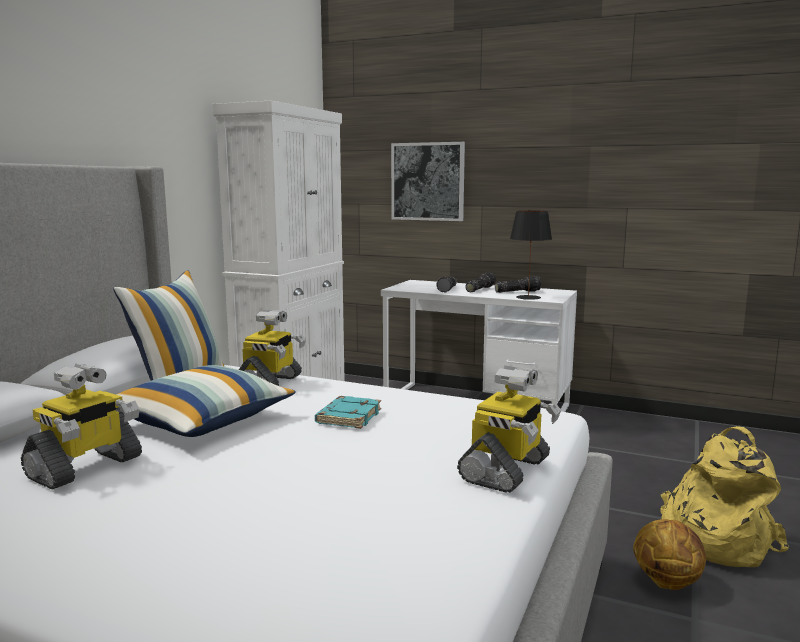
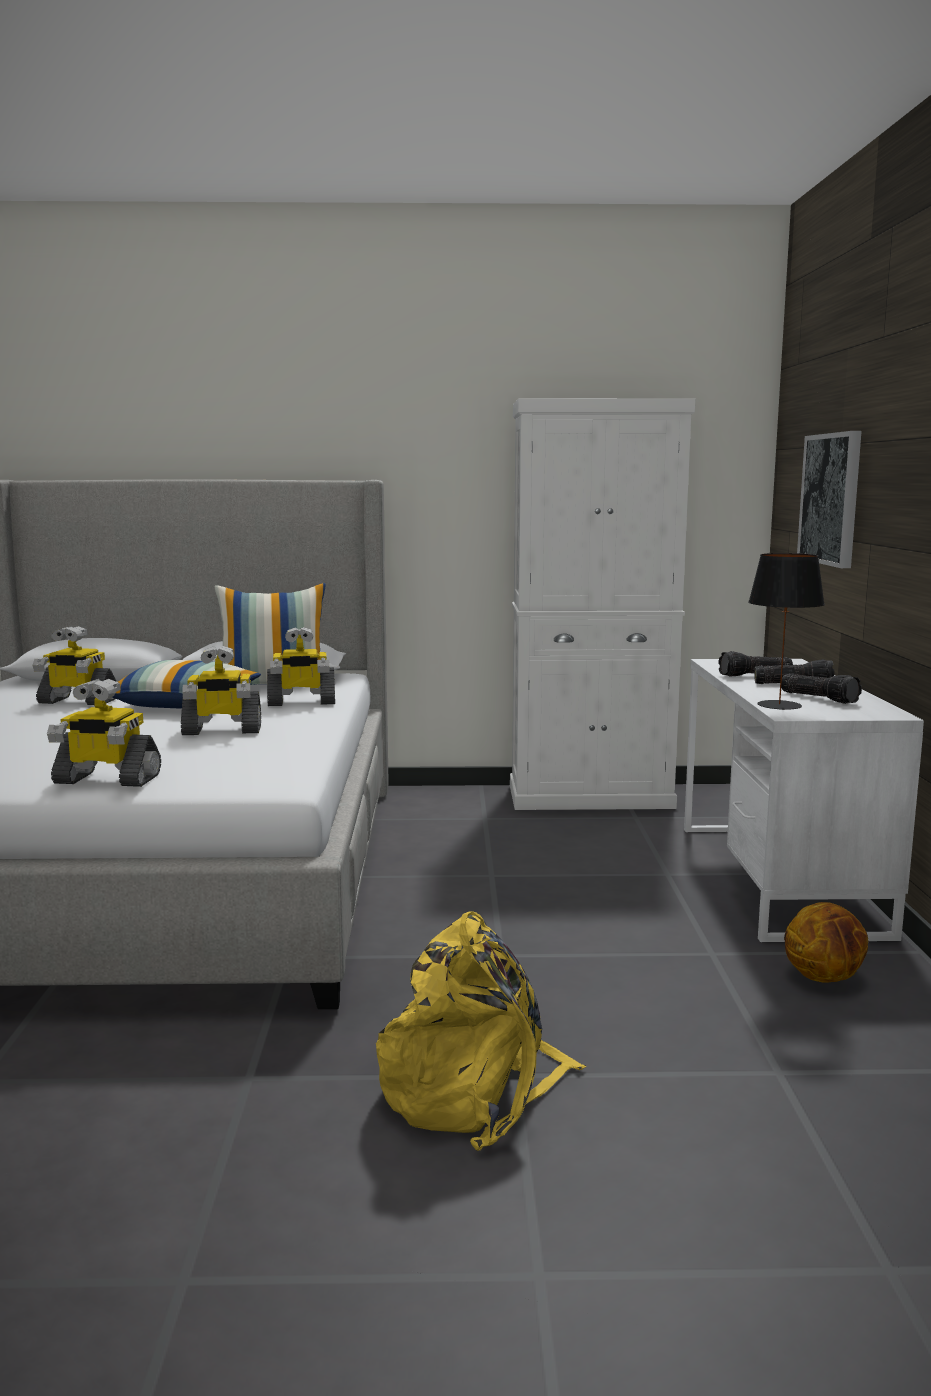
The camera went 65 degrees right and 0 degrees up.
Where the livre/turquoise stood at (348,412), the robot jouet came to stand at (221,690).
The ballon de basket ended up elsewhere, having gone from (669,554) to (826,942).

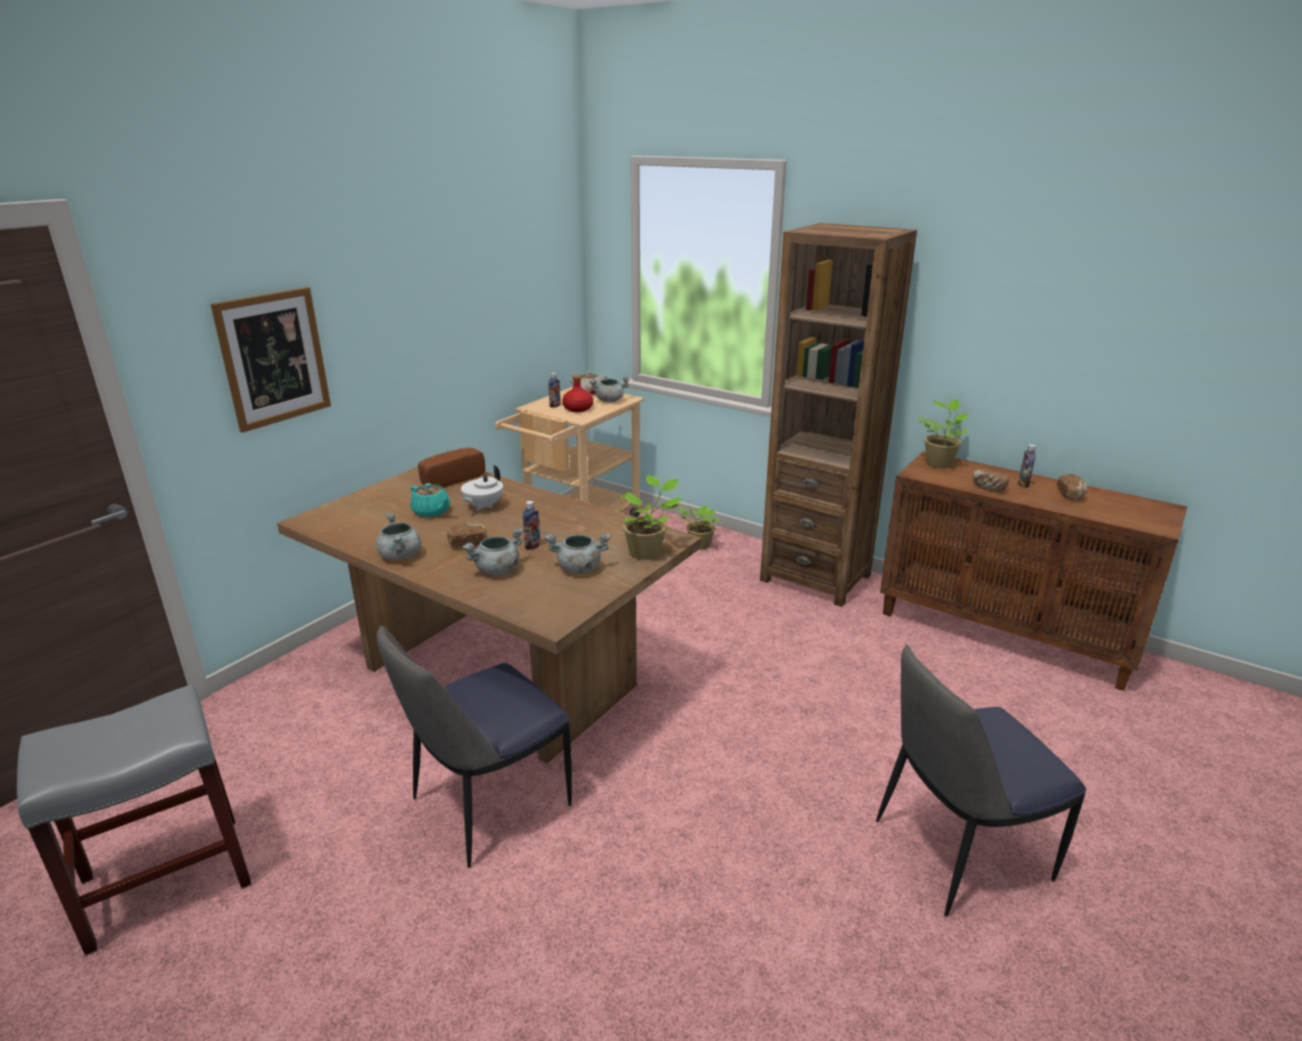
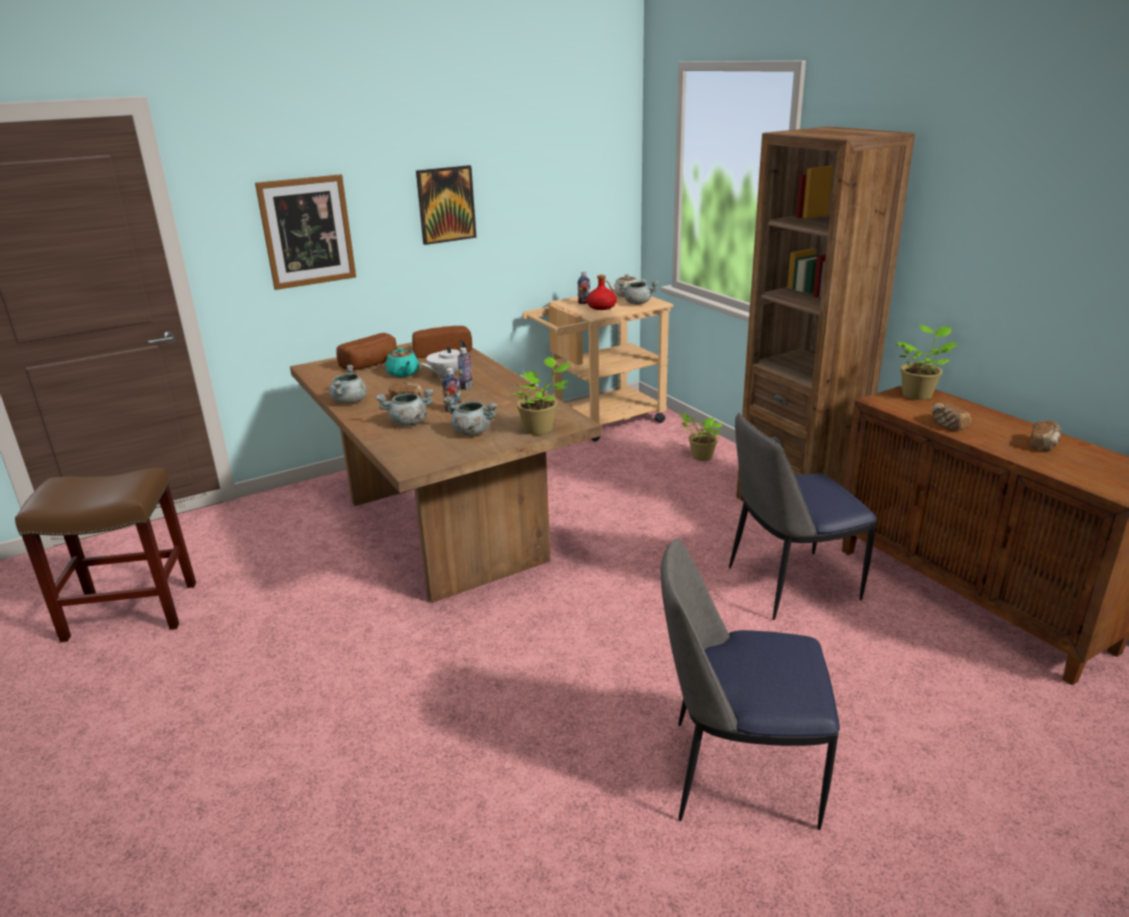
The camera went 25 degrees right and 0 degrees up.
What was the tabouret/gris at (134,820) turned into the tabouret/marron at (105,555).
The chaise ended up elsewhere, having gone from (474,746) to (803,516).
The bouteille ended up elsewhere, having gone from (1027,466) to (465,369).
The second view gained the pain at (366,351).
The second view gained the tableau at (446,205).

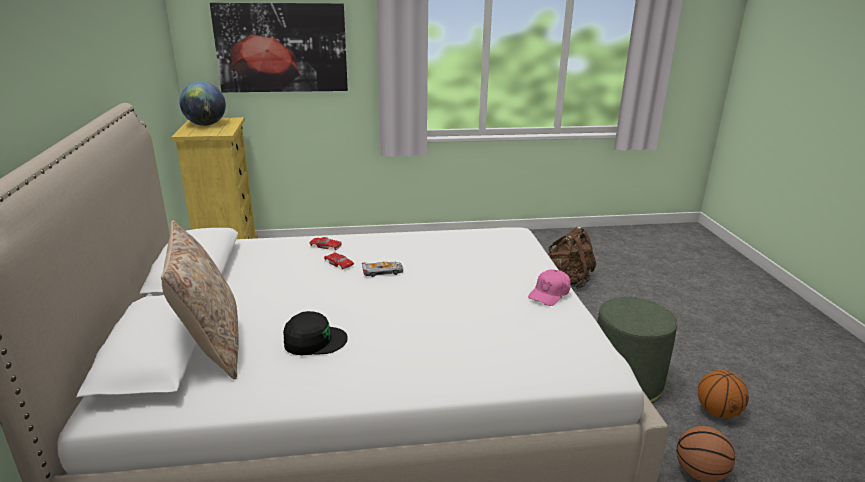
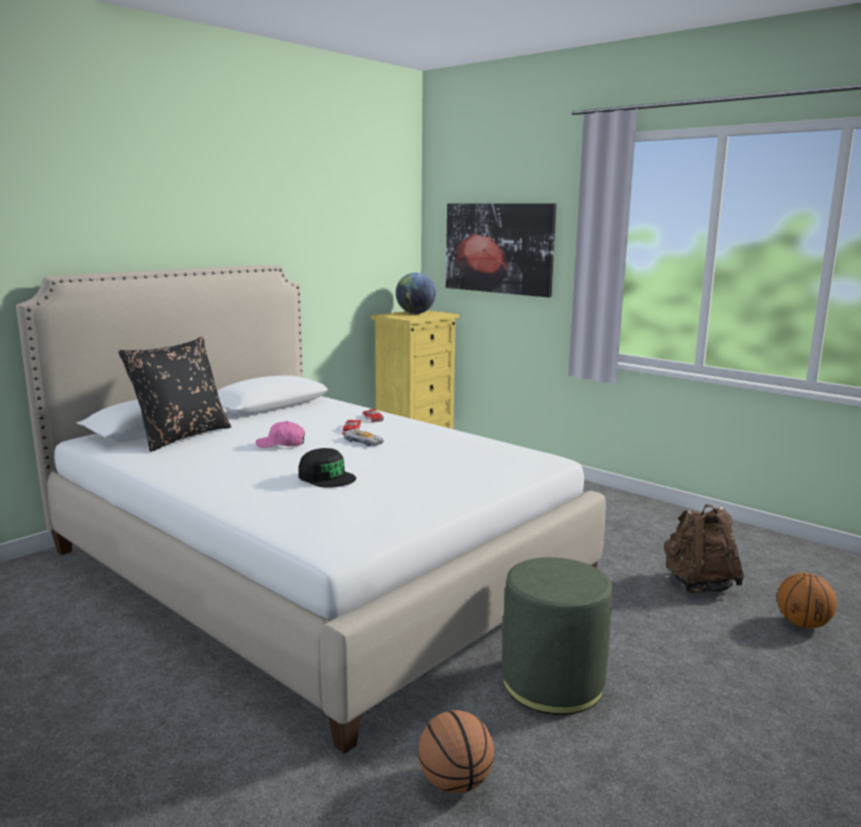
The camera went 50 degrees right and 10 degrees down.
What was the coussin/beige at (200,300) turned into the coussin/noir at (174,394).
The casquette/noir ended up elsewhere, having gone from (315,333) to (327,468).
The casquette/rose ended up elsewhere, having gone from (549,287) to (280,434).
The ballon de basket ended up elsewhere, having gone from (723,394) to (807,600).

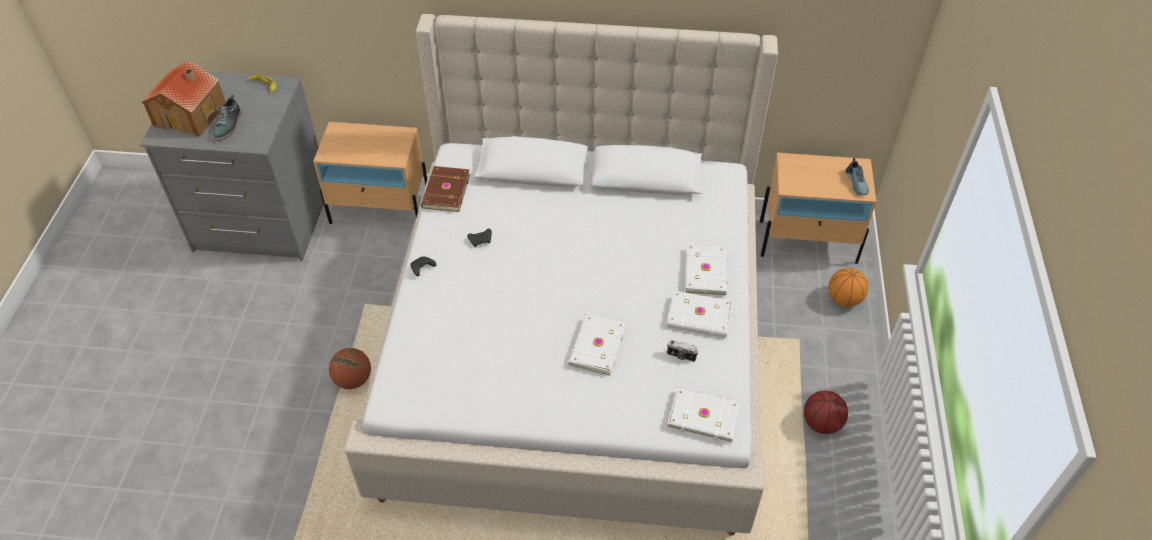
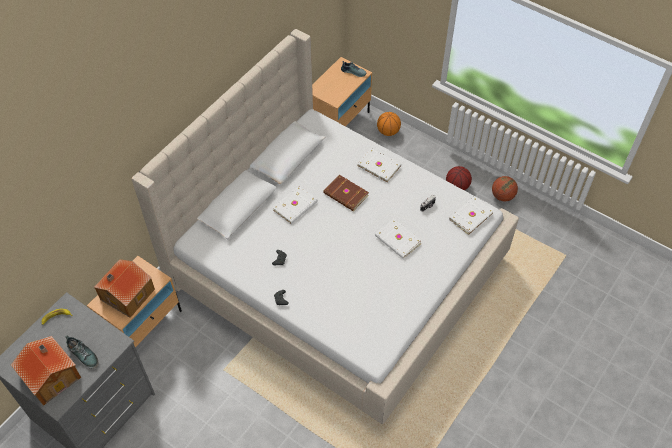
The camera went 60 degrees left and 5 degrees up.
The ballon de basket ended up elsewhere, having gone from (350,368) to (505,189).
The livre/marron ended up elsewhere, having gone from (445,189) to (346,193).
The livre/blanc ended up elsewhere, having gone from (699,314) to (295,205).
The second view gained the maison miniature at (124,288).

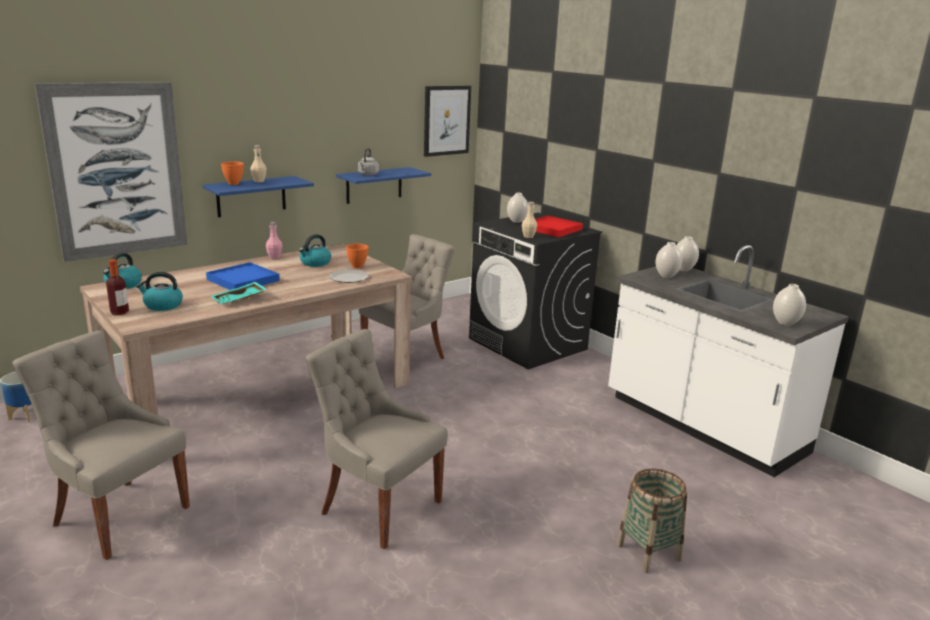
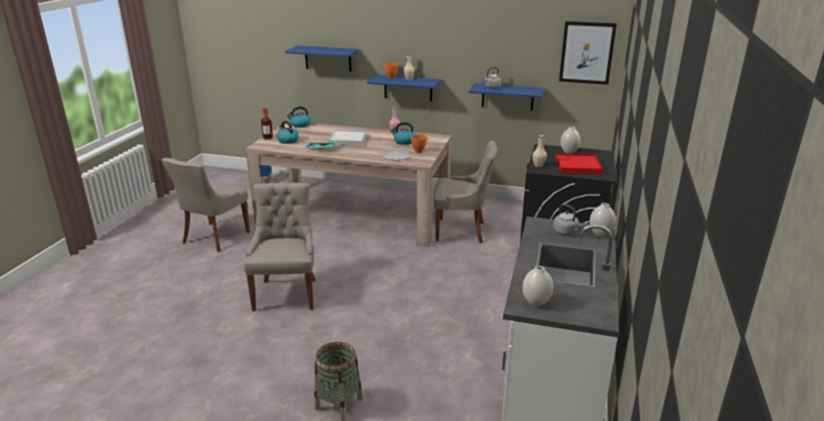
The camera went 55 degrees right and 5 degrees up.
The chaise/gris at (101,445) ended up facing another way, 150 degrees counterclockwise from before.
Where the tableau hung at (111,172), the étagère/bleu came to hang at (322,58).
What was the plateau/bleu at (243,276) turned into the plateau/blanc at (347,137).
Where the vase/blanc stood at (669,260), the bouilloire/gris came to stand at (568,219).

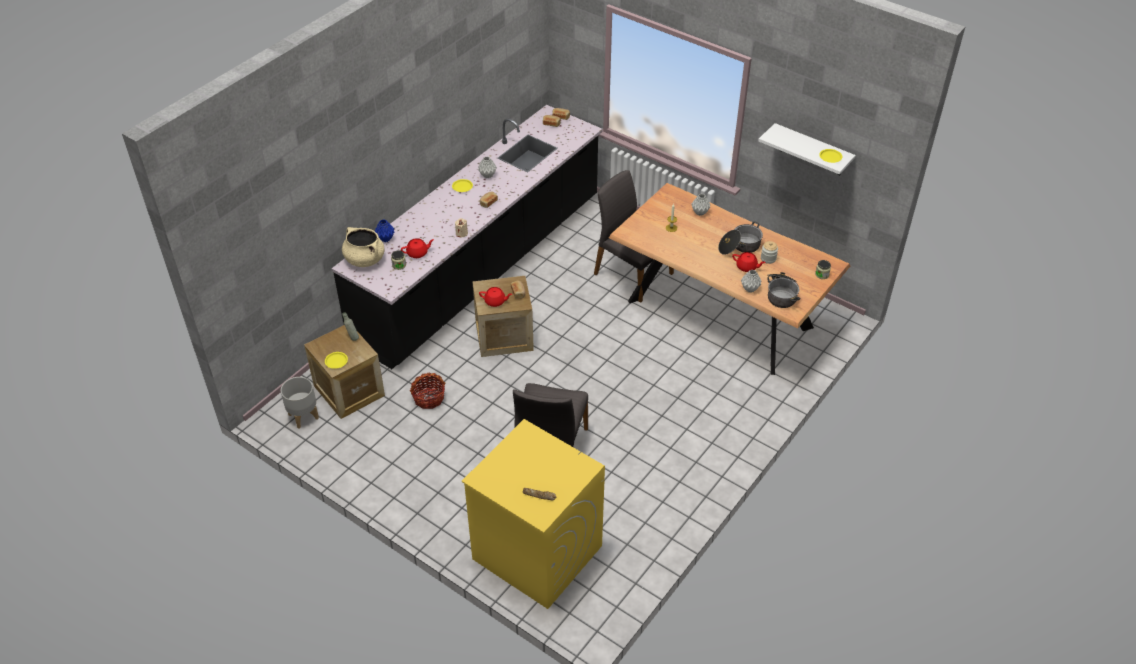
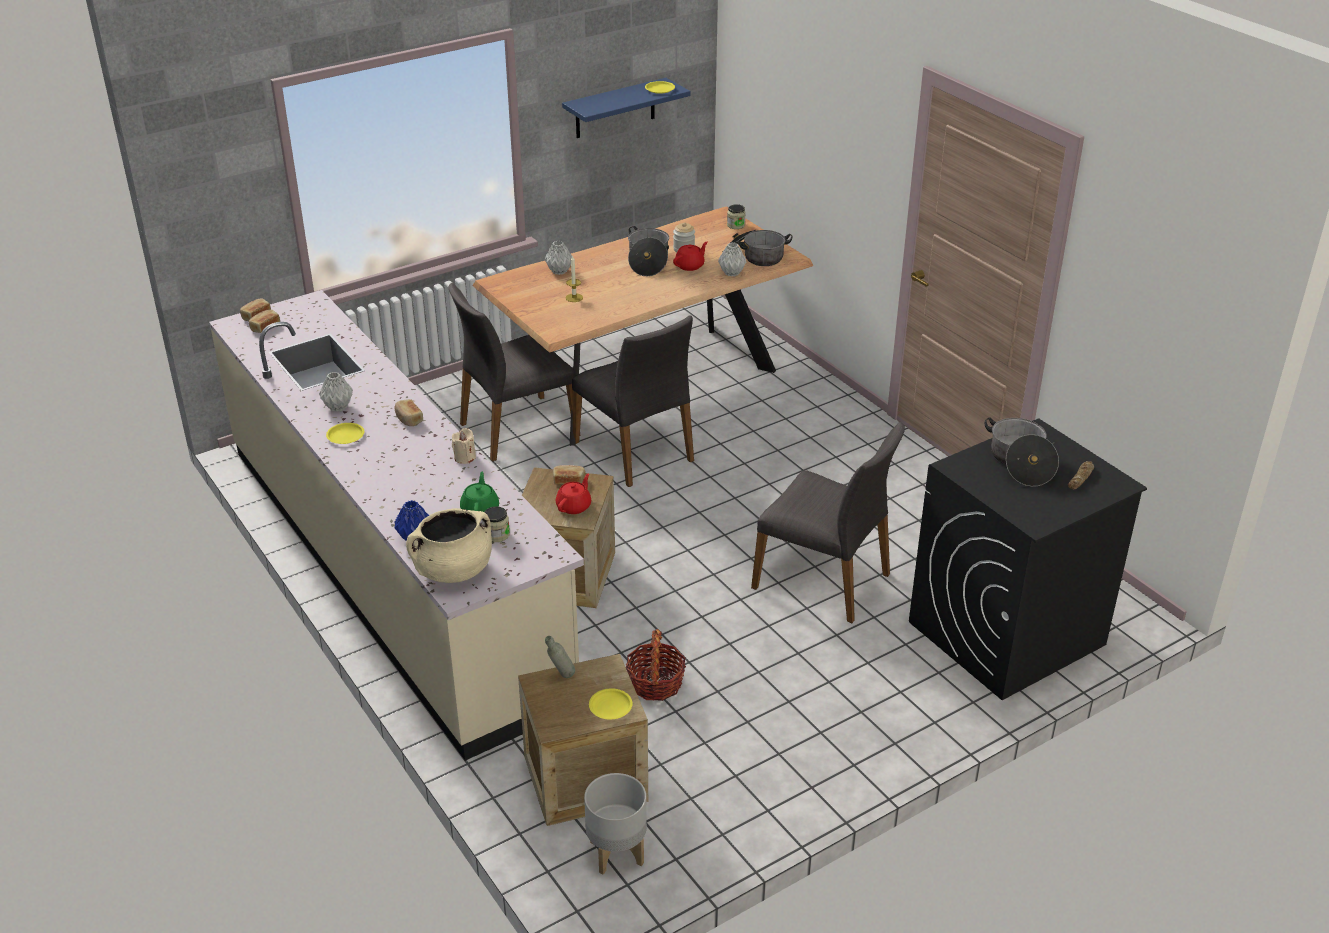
The camera went 70 degrees left and 10 degrees down.
What was the comptoir de cuisine/noir at (467,237) turned into the comptoir de cuisine/beige at (396,525).
What was the théière/rouge at (417,248) turned into the théière/vert at (479,492).
What was the lave-linge/jaune at (533,514) turned into the lave-linge/noir at (1028,559).
What was the étagère/blanc at (807,149) turned into the étagère/bleu at (626,108).
The second view gained the chaise/gris at (633,401).
The second view gained the marmite at (1022,452).

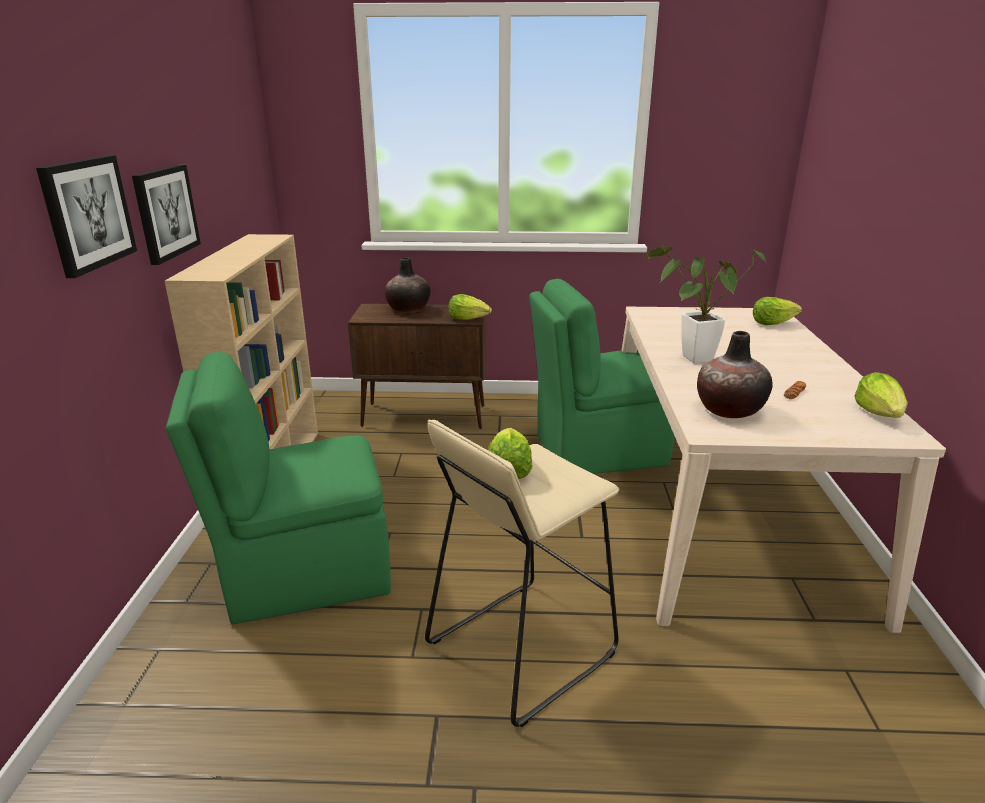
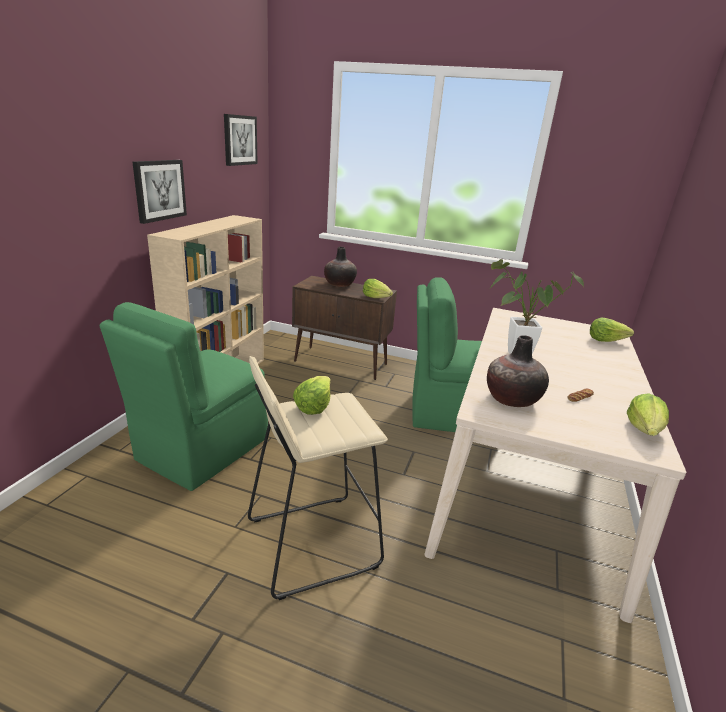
The camera went 15 degrees right and 0 degrees up.
The tableau ended up elsewhere, having gone from (86,216) to (241,140).
The chaise/vert at (278,488) ended up facing another way, 60 degrees counterclockwise from before.

